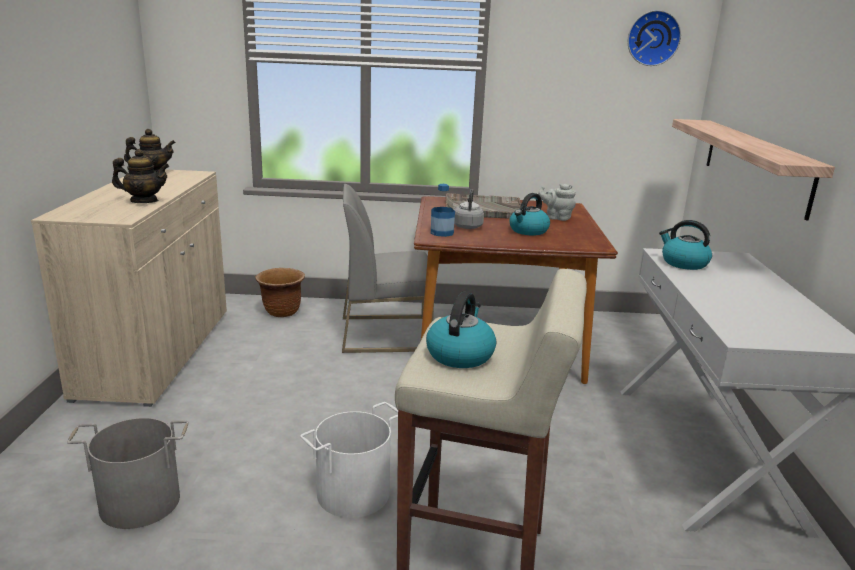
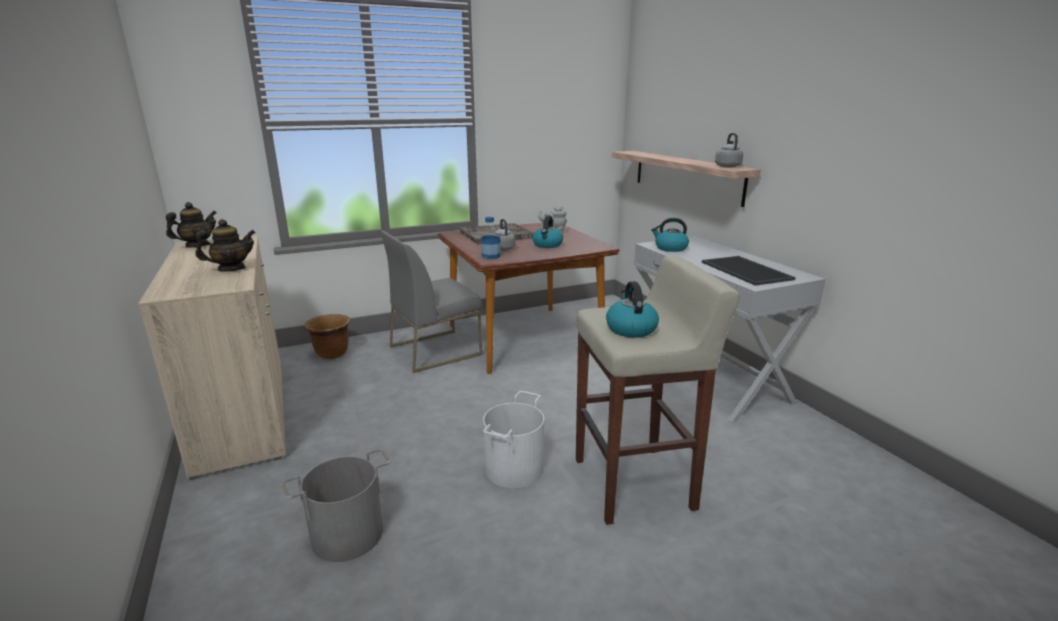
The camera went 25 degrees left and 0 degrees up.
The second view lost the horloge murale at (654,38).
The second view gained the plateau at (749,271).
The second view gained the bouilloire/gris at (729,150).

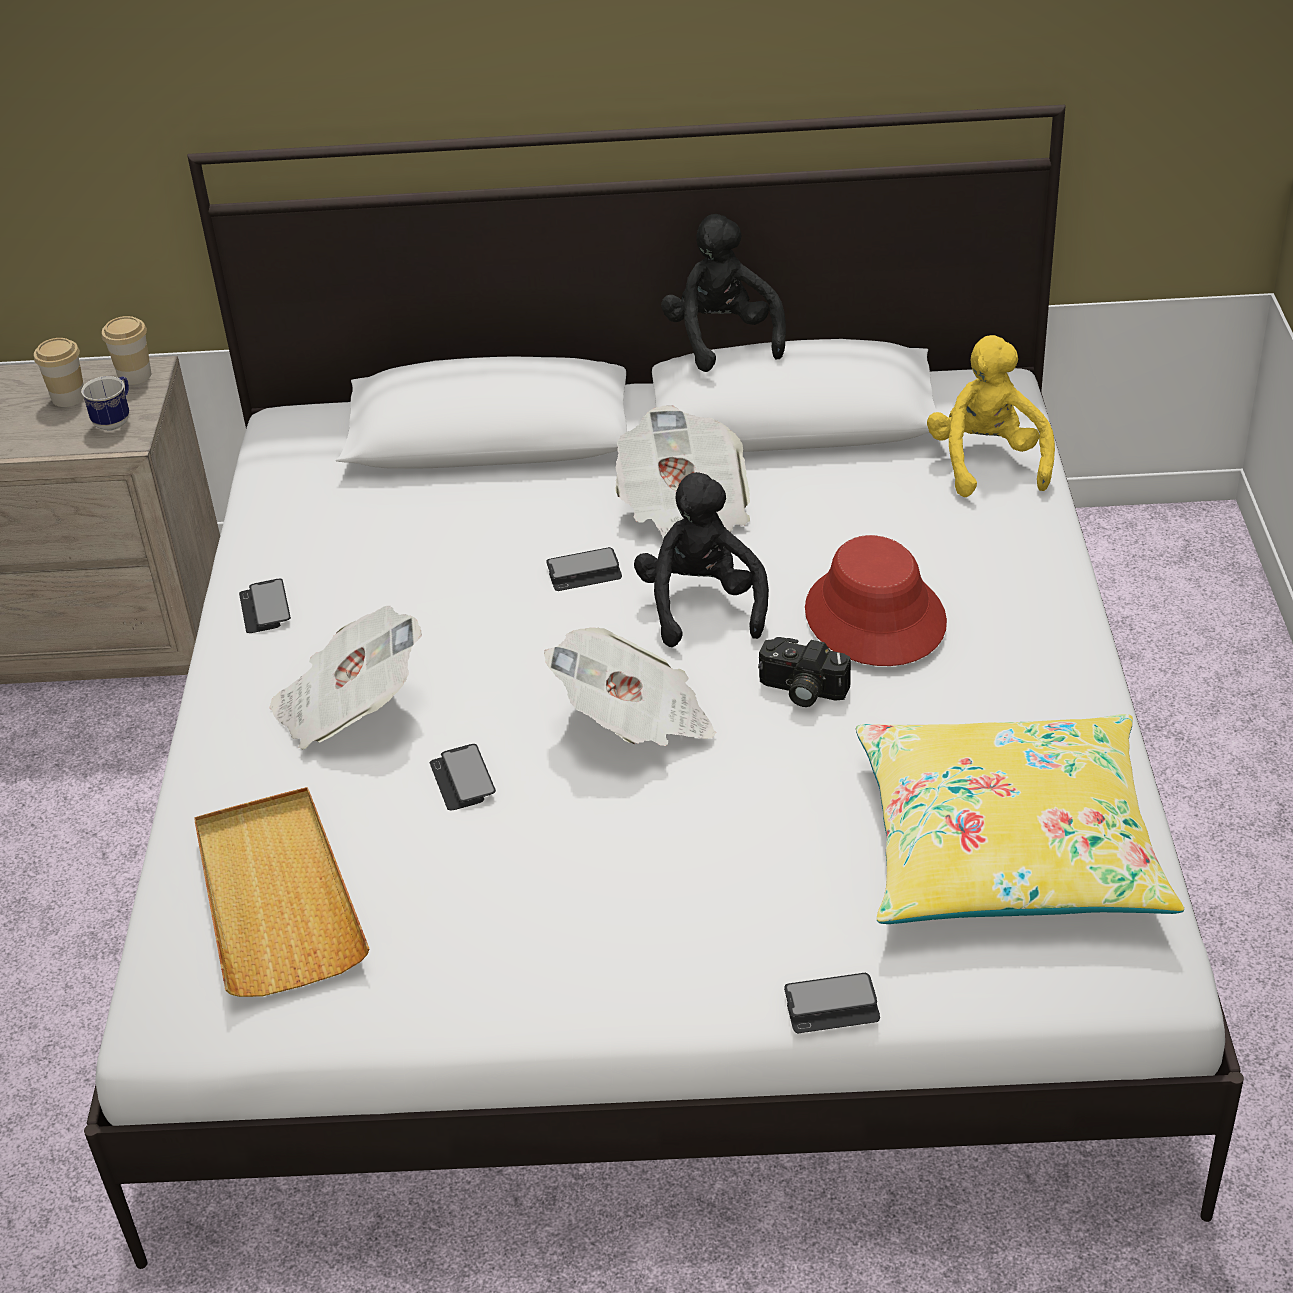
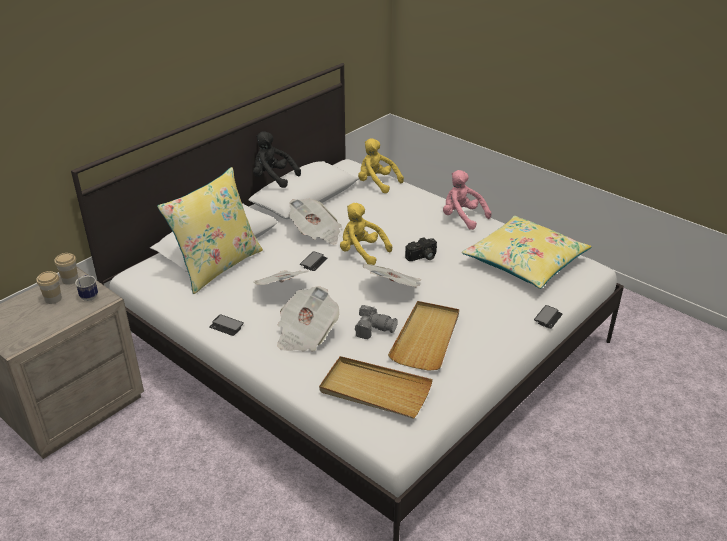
The camera went 50 degrees left and 5 degrees down.
Where the téléphone stood at (463,777), the appareil photo came to stand at (376,322).
What was the peluche/noir at (701,559) turned into the peluche/jaune at (366,234).
The second view lost the chapeau/rouge at (876,600).
The second view gained the coussin/jaune at (210,230).
The second view gained the journal at (281,277).
The second view gained the plateau/beige at (423,336).
The second view gained the peluche/rose at (467,200).

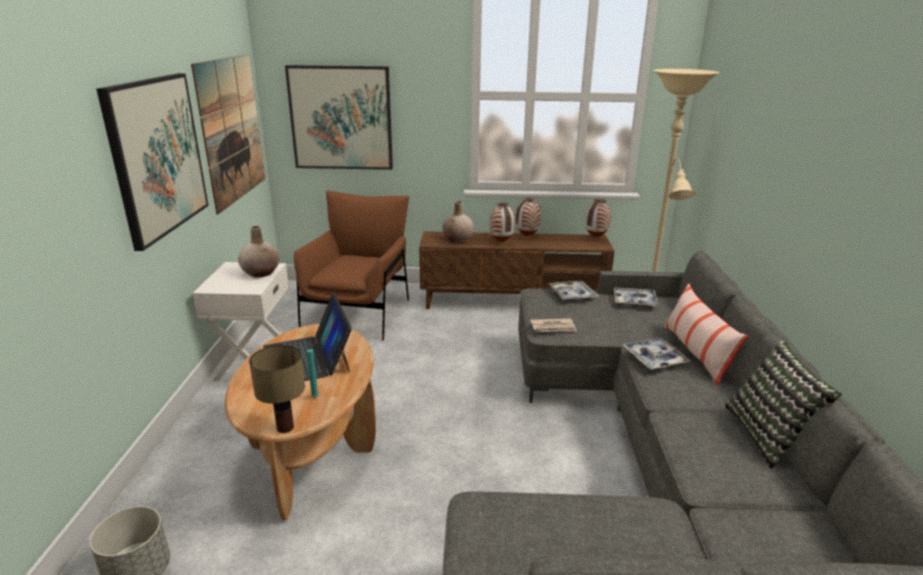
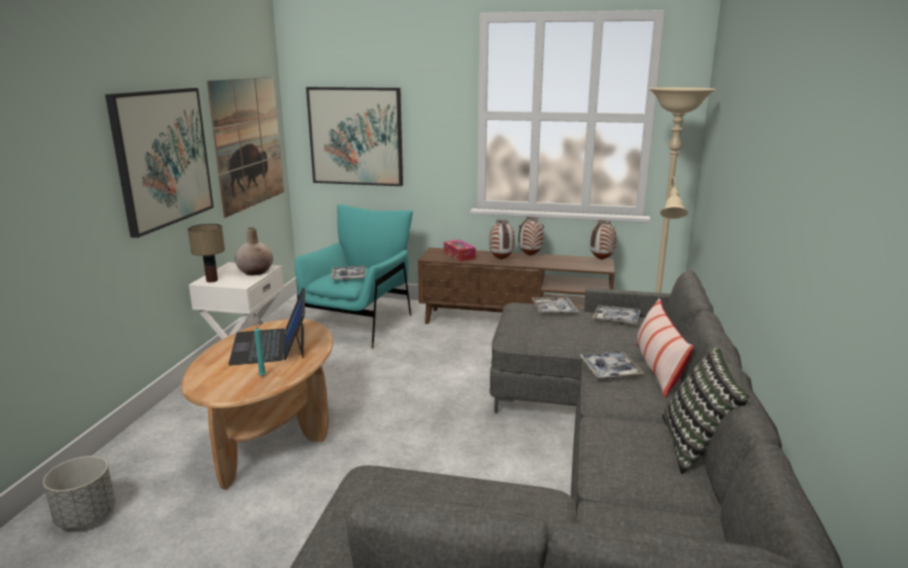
The camera went 10 degrees right and 5 degrees down.
The lampe de table ended up elsewhere, having gone from (277,389) to (206,253).
What was the fauteuil/marron at (351,266) turned into the fauteuil/turquoise at (354,276).
Where the vase/beige stood at (458,222), the boîte à mouchoirs came to stand at (460,250).
The second view lost the journal at (553,325).
The second view gained the plateau at (348,273).

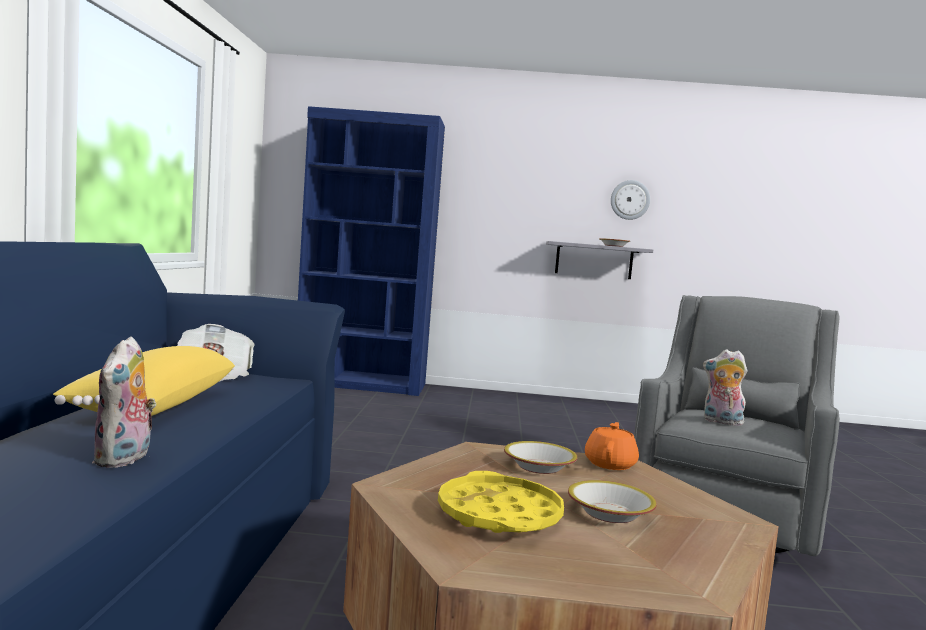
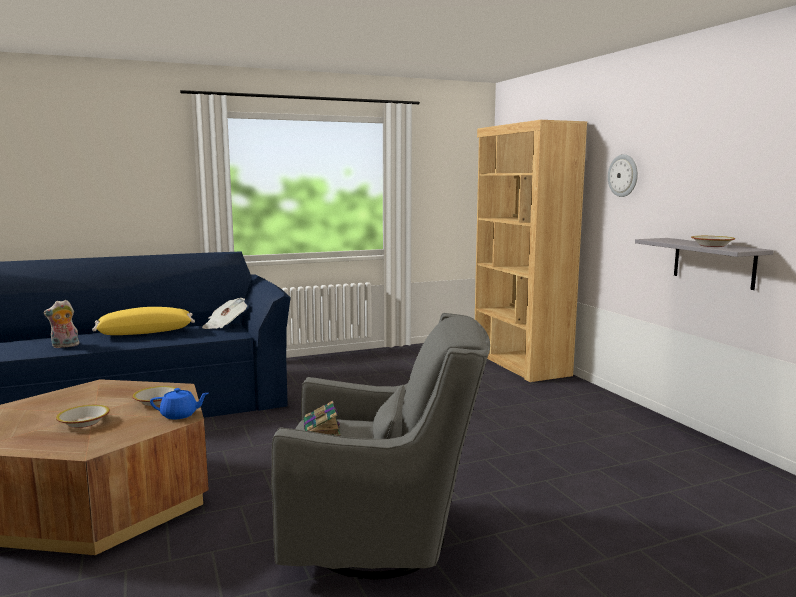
The camera went 65 degrees right and 5 degrees up.
What was the bibliothèque/bleu at (371,251) turned into the bibliothèque/marron at (531,251).
The second view lost the plateau/jaune at (501,502).
What was the théière/orange at (612,446) turned into the théière/bleu at (179,403).
The horloge murale ended up elsewhere, having gone from (630,200) to (623,175).
Where the peluche stood at (725,388), the livre came to stand at (322,418).

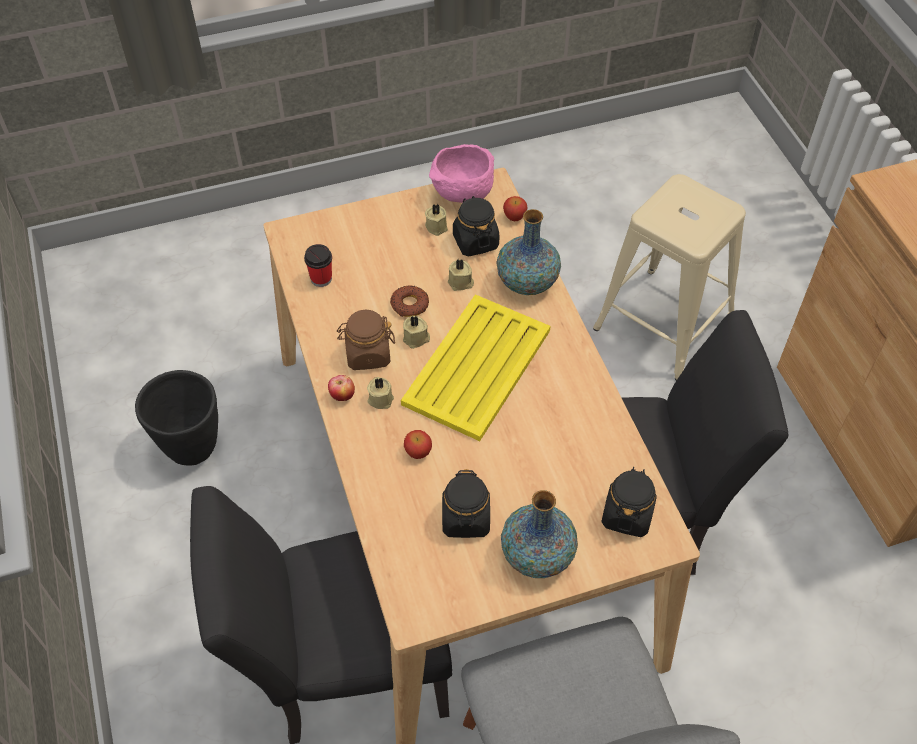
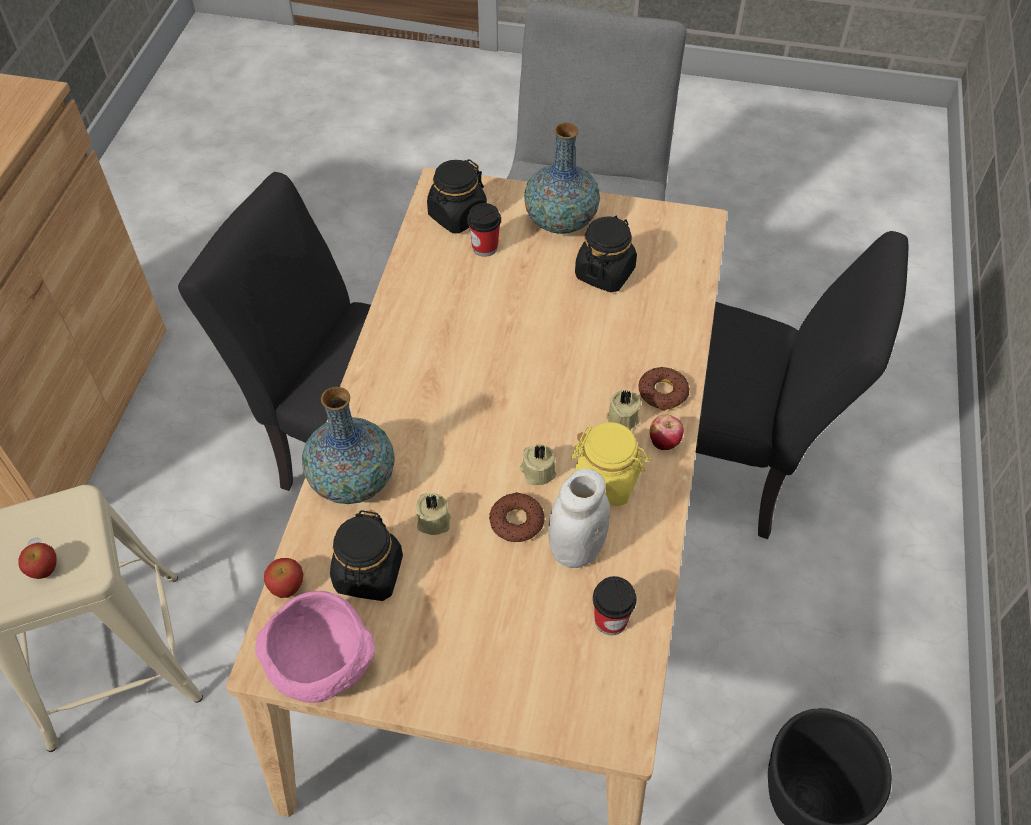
The camera went 150 degrees left and 0 degrees up.
What was the bocal/marron at (366,340) turned into the bocal/jaune at (610,464).
The second view lost the plateau/jaune at (475,367).
The pomme ended up elsewhere, having gone from (418,444) to (37,561).
The second view lost the bougie/beige at (436,220).
The second view gained the tasse at (484,230).
The second view gained the bocal/blanc at (579,518).
The second view gained the beignet at (663,389).

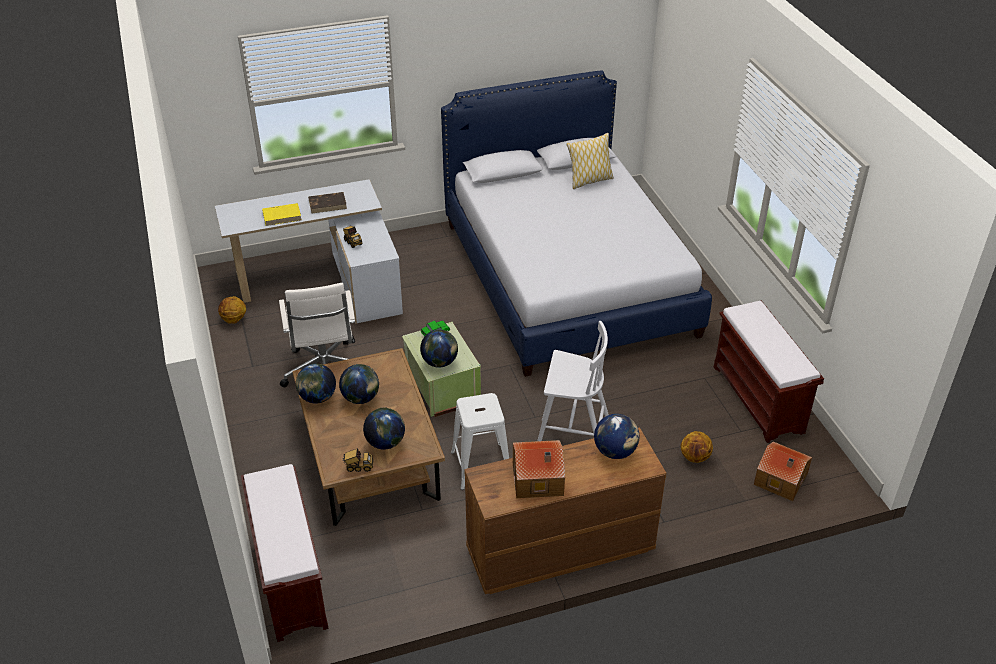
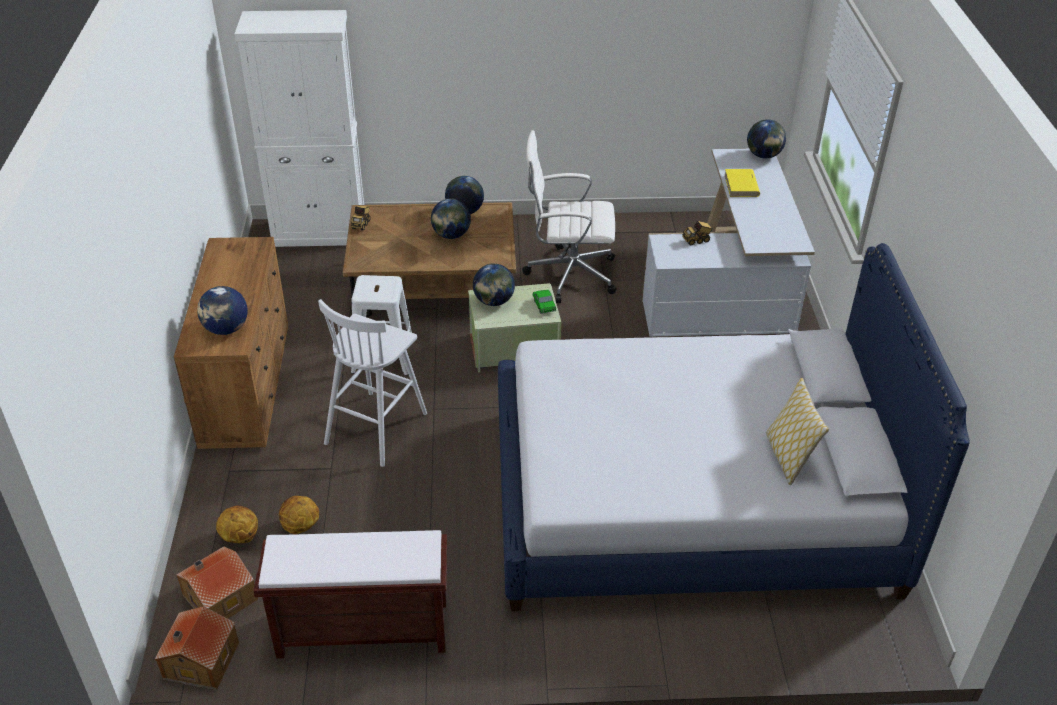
The camera went 105 degrees right and 0 degrees up.
The ballon de basket ended up elsewhere, having gone from (232,310) to (237,524).
Where the banc/marron stood at (284,553), the meuble de rangement/blanc came to stand at (299,128).
The second view lost the livre/marron at (327,203).
The globe ended up elsewhere, having gone from (384,428) to (766,139).
The maison miniature ended up elsewhere, having gone from (539,469) to (197,648).

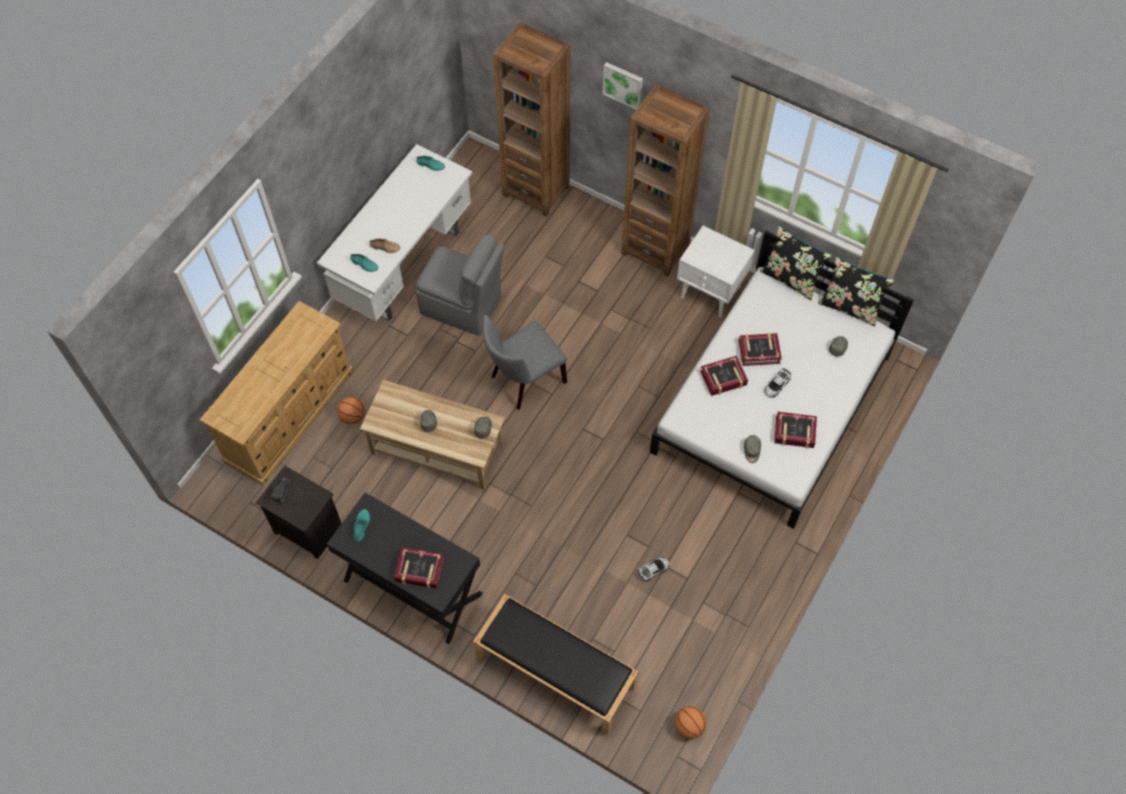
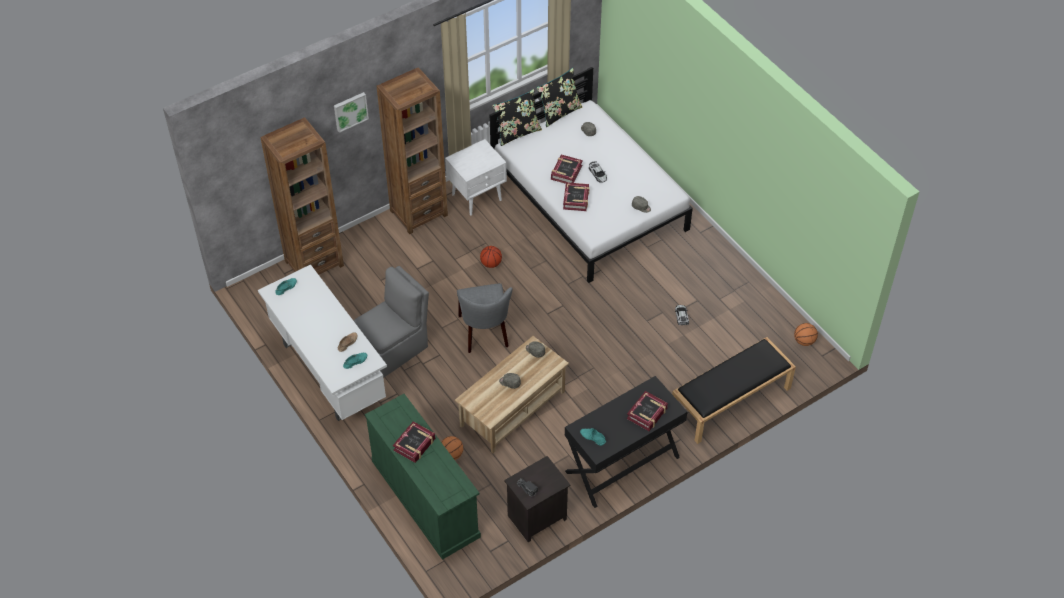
The camera went 65 degrees left and 10 degrees down.
What was the commode/beige at (277,393) turned into the commode/vert at (423,477).
The livre ended up elsewhere, having gone from (795,430) to (414,442).
The second view gained the ballon de basket at (491,257).

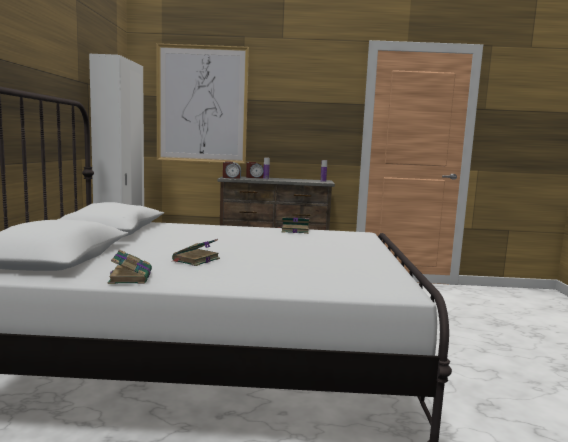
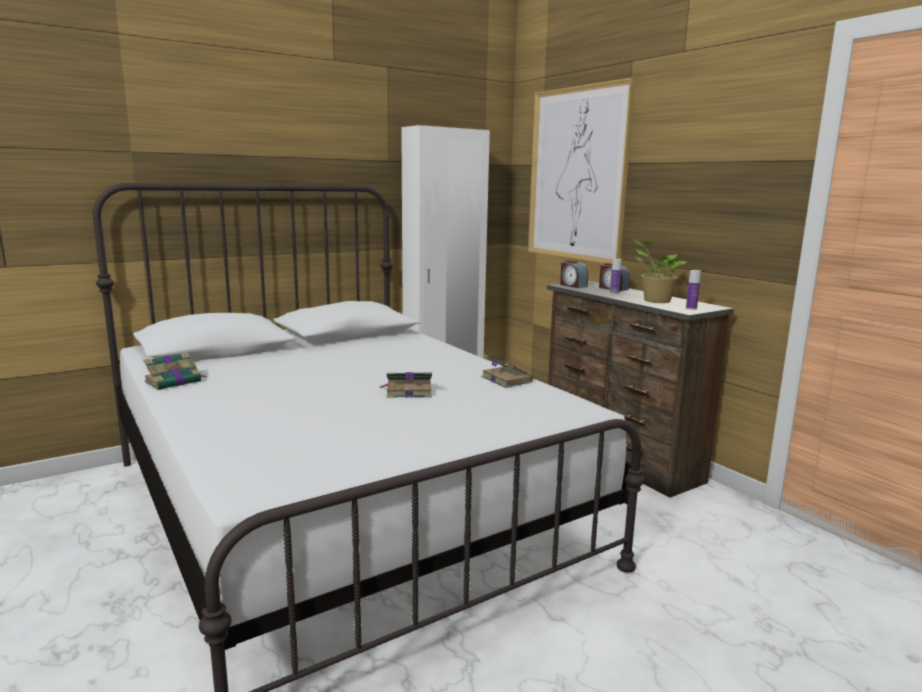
The camera went 55 degrees right and 5 degrees up.
The livre ended up elsewhere, having gone from (196,252) to (405,385).
The second view gained the plante en pot at (659,271).

